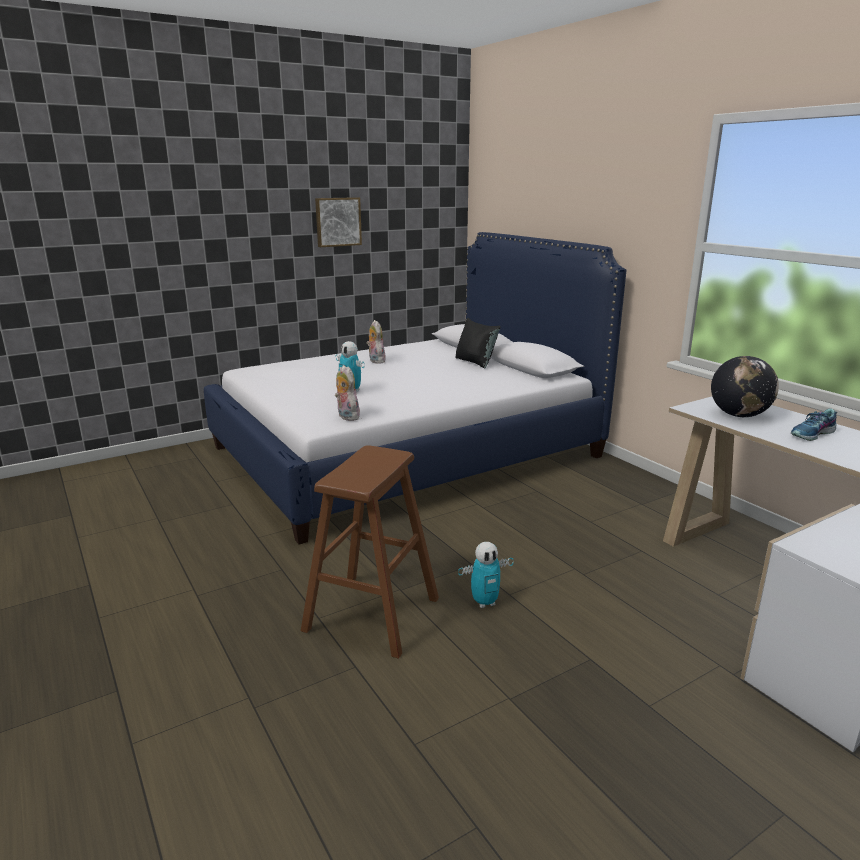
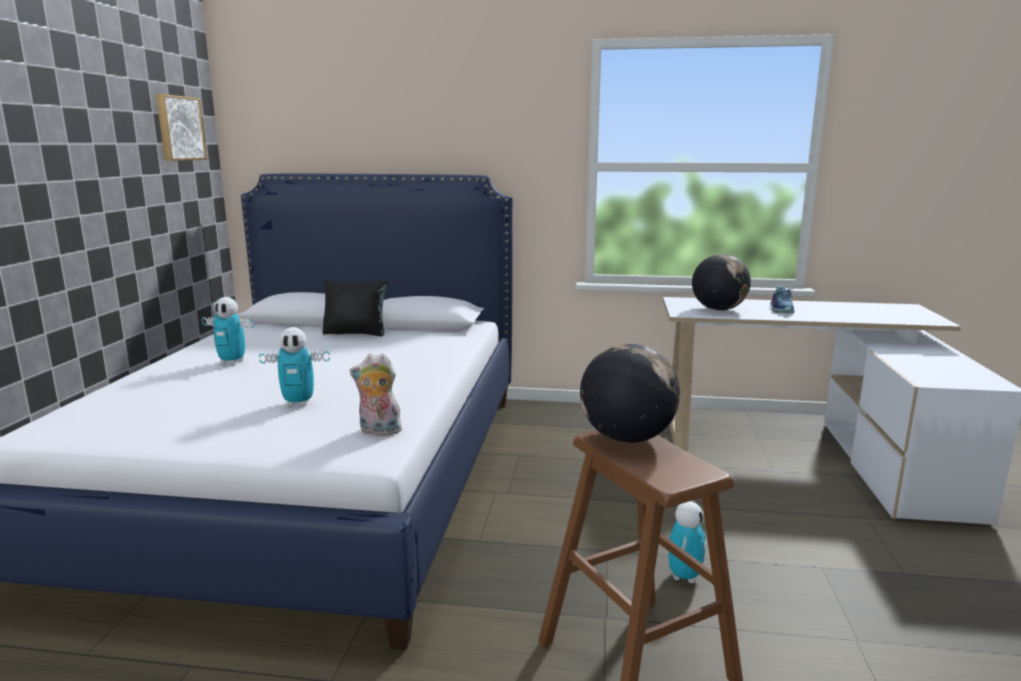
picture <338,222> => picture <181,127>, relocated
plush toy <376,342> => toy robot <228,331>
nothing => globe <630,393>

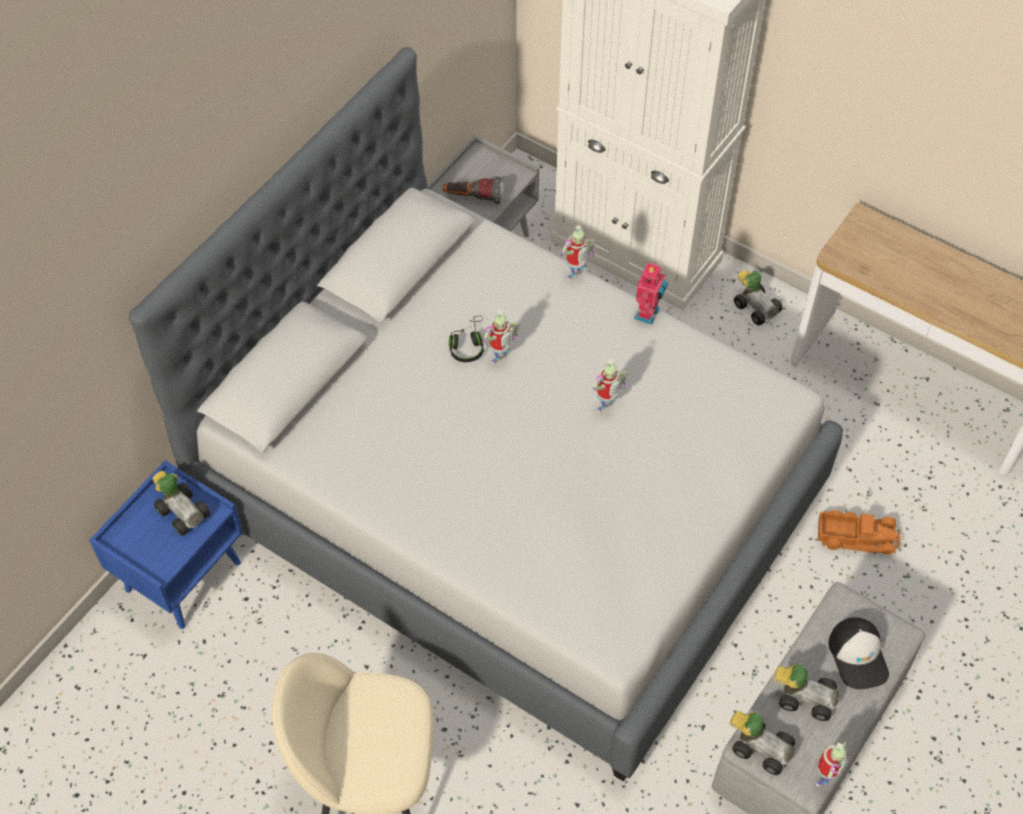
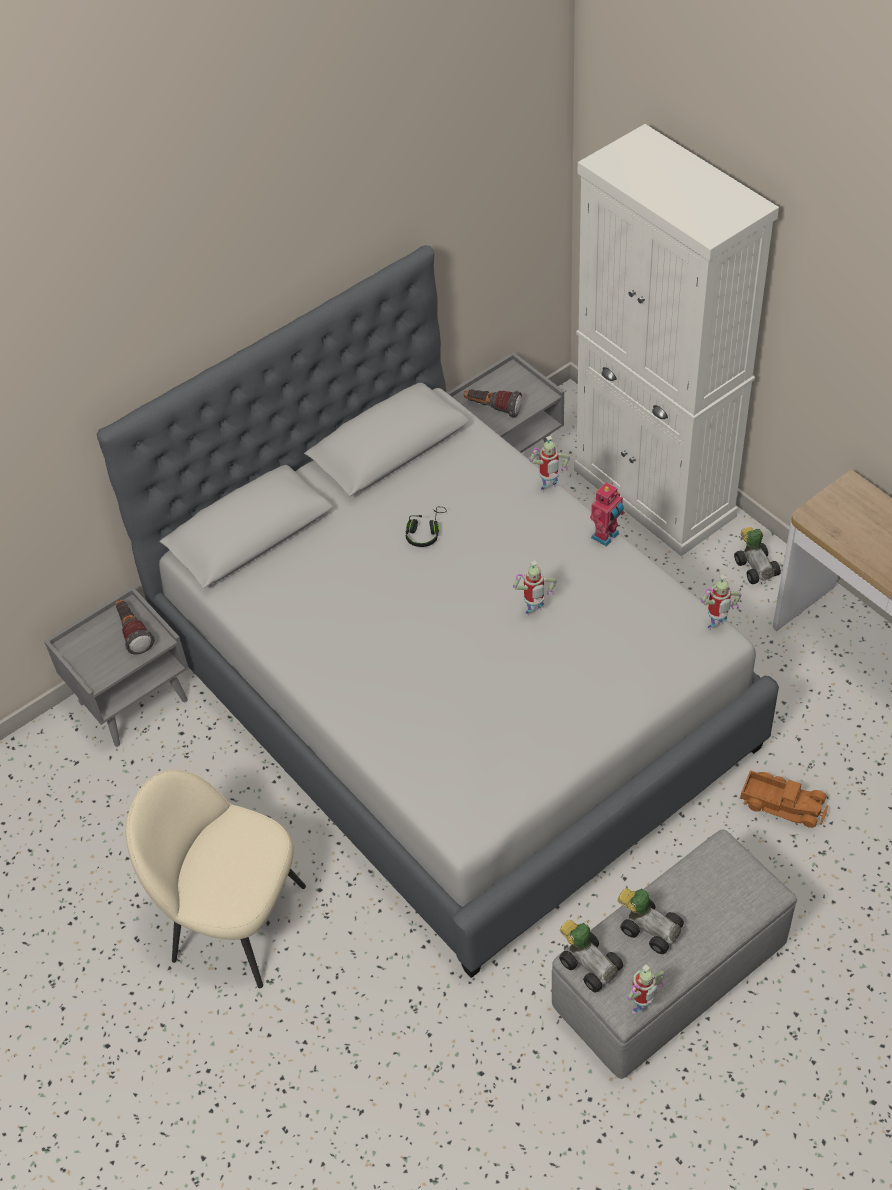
nightstand (blue) <166,544> => nightstand (grey) <116,666>
toy car <181,503> => flashlight <135,627>
toy robot <501,337> => toy robot <721,602>, relocated
cap <859,653> => nothing

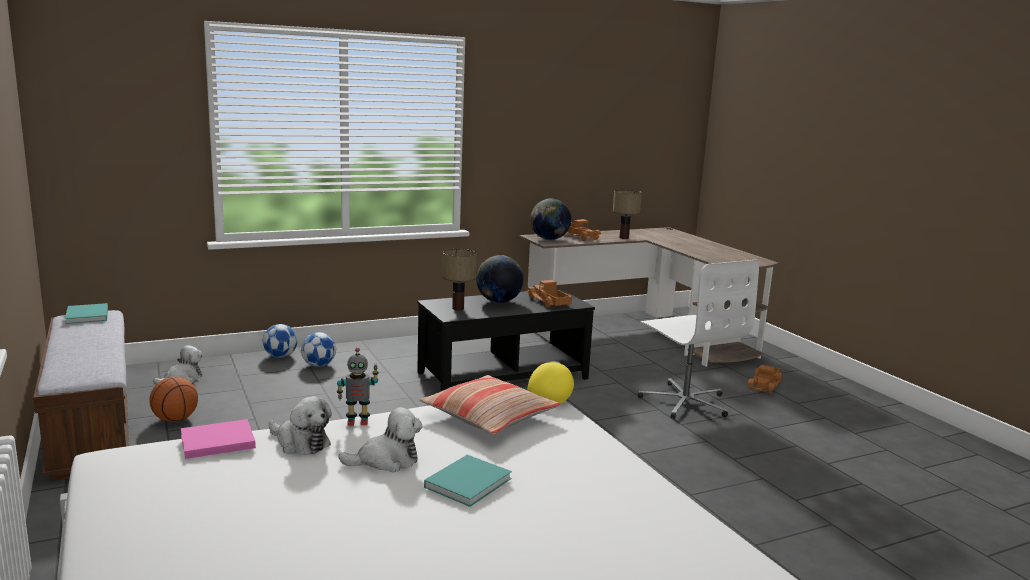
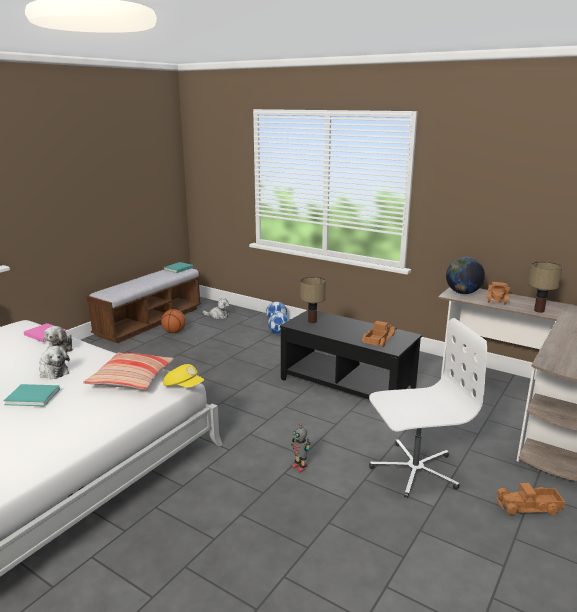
toy robot <358,386> => toy robot <301,447>, relocated
globe <500,279> => nothing
cap (yellow) <550,382> => cap (yellow) <183,376>, 45 degrees clockwise
office chair (white) <698,339> => office chair (white) <428,408>, 135 degrees counterclockwise

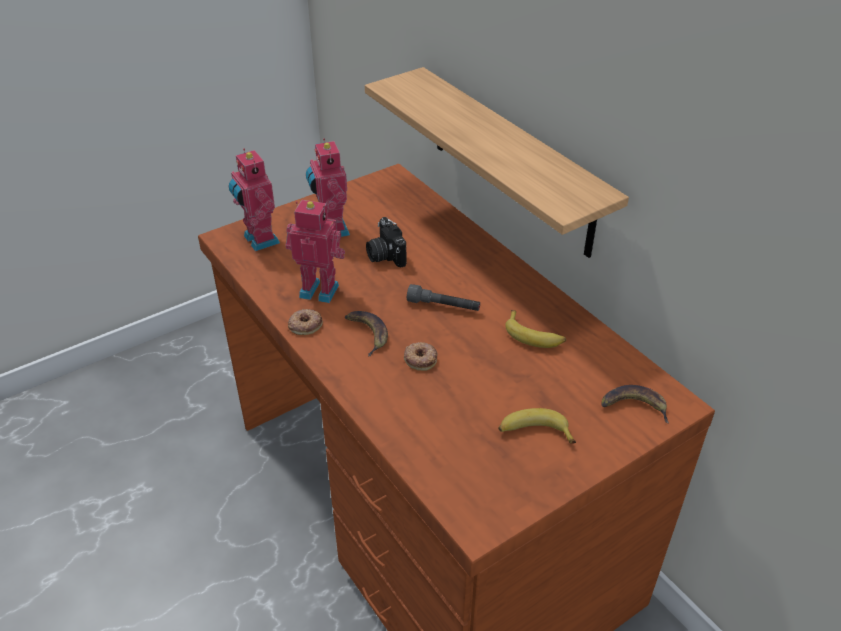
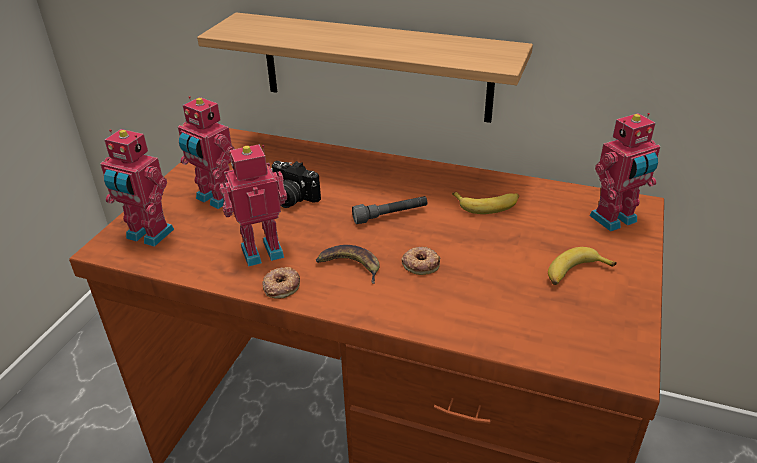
banana <635,404> => toy robot <624,172>

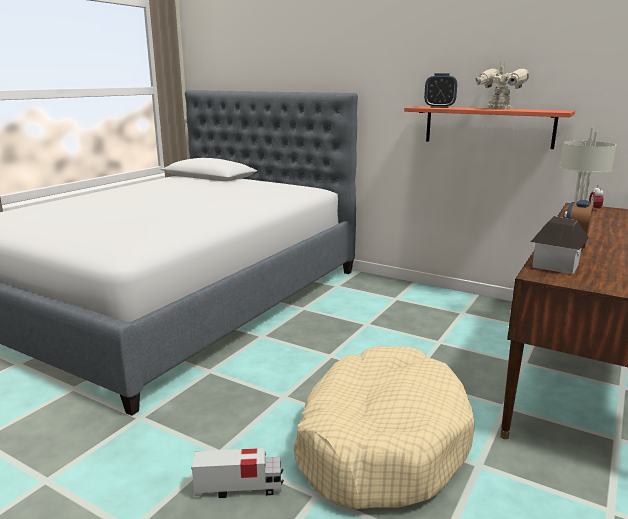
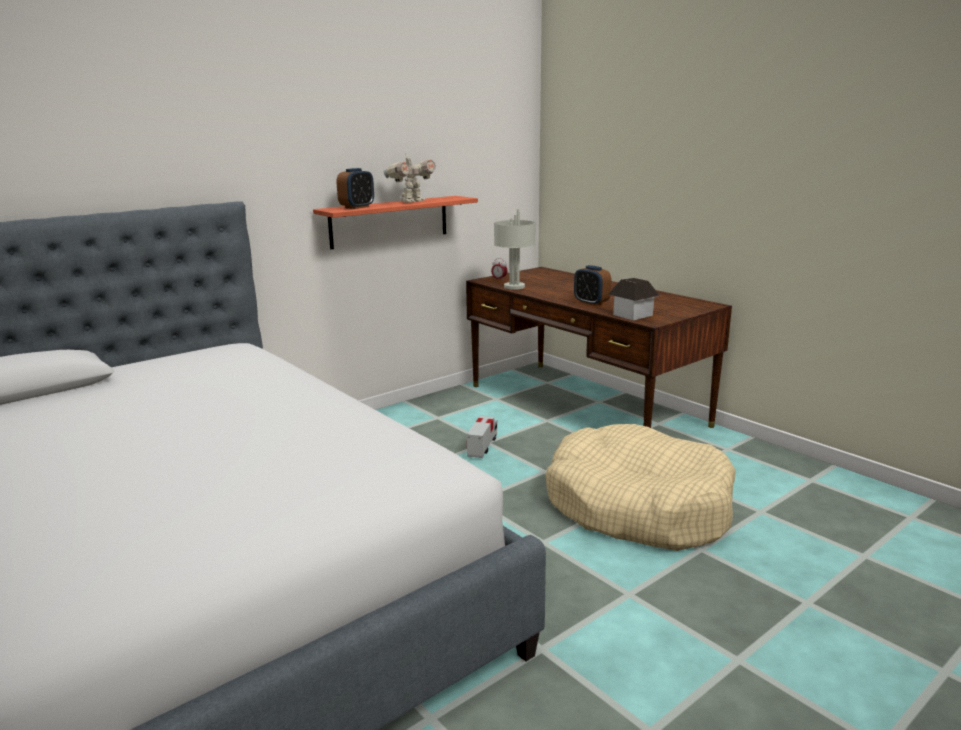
toy truck <237,473> => toy truck <482,437>, relocated
toy robot <502,85> => toy robot <409,178>, 150 degrees clockwise

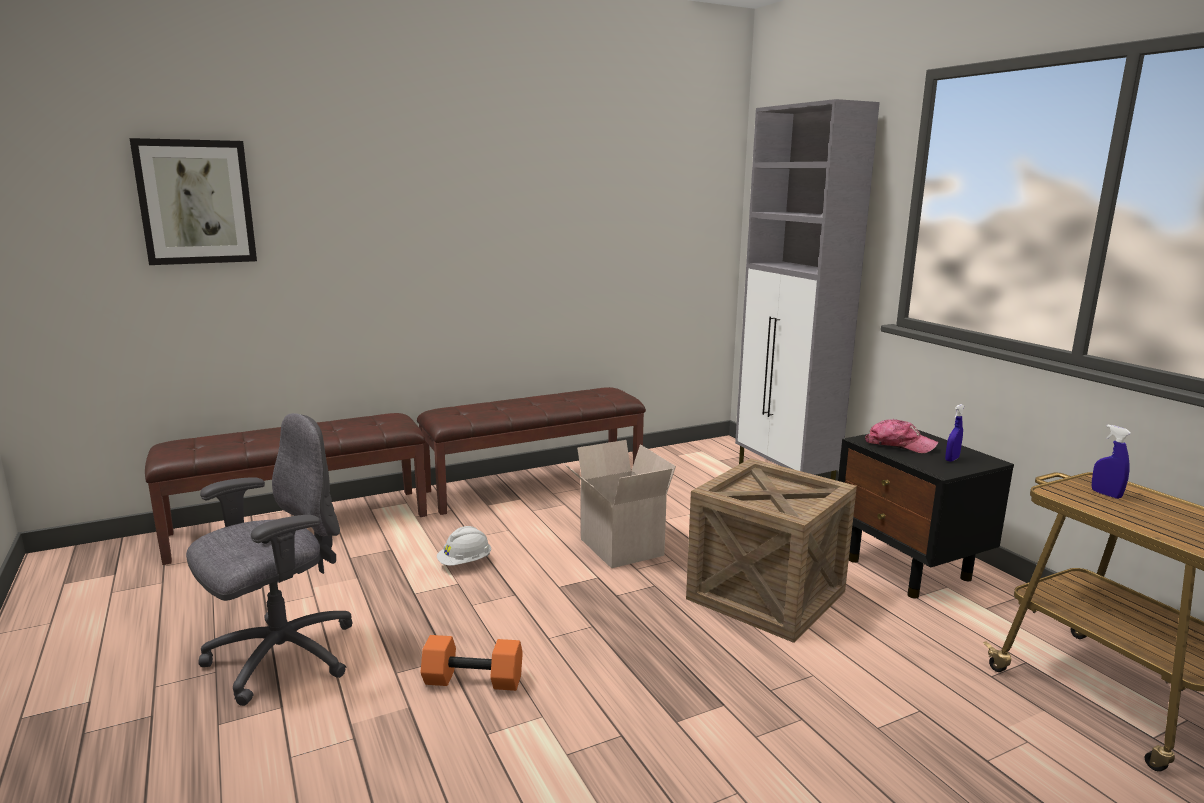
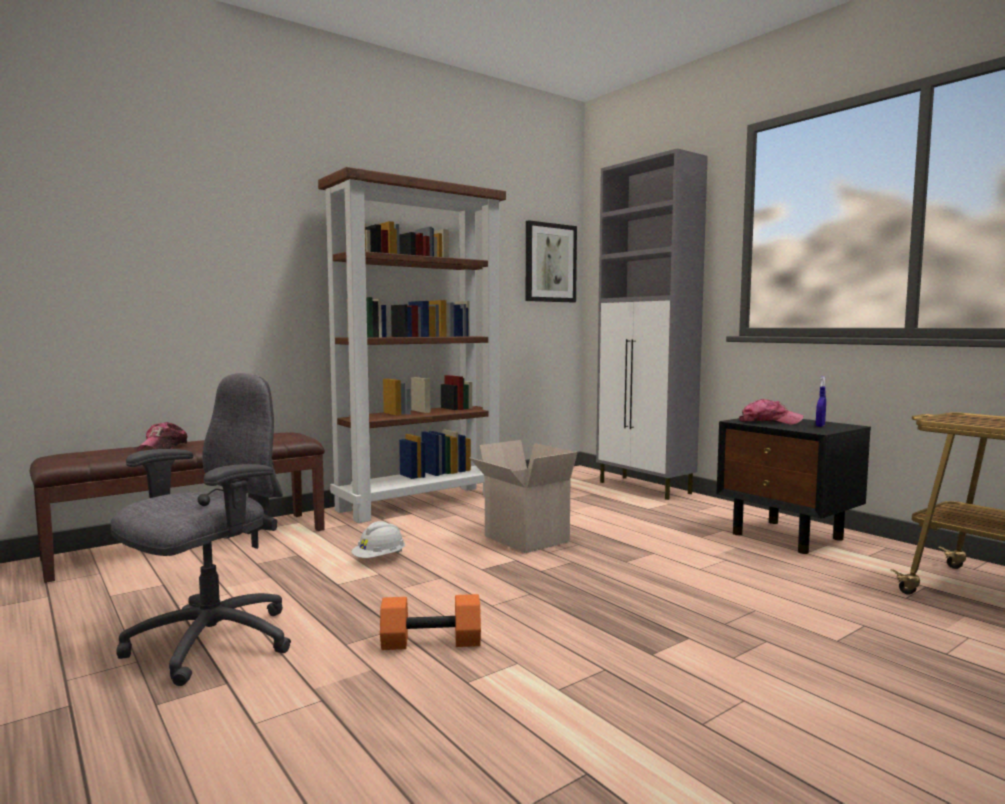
picture <193,201> => picture <551,261>, relocated
bench (brown) <531,451> => bookcase (brown) <412,345>
crate <771,550> => nothing
spray bottle (blue) <1111,462> => nothing
nothing => cap <162,436>

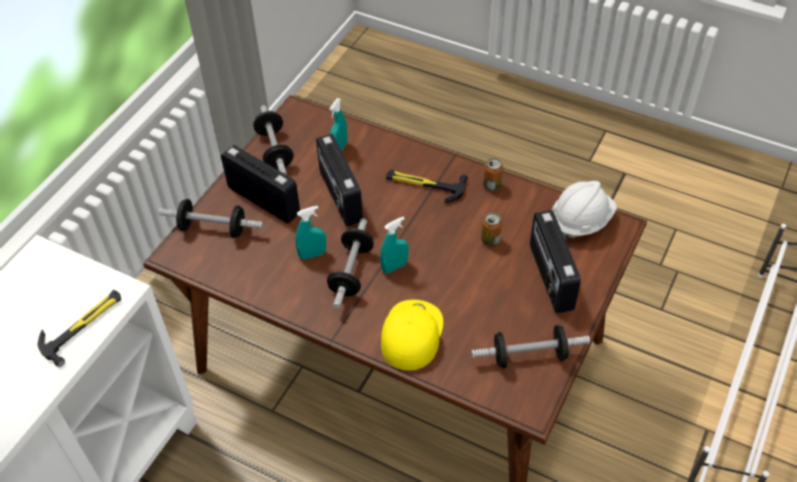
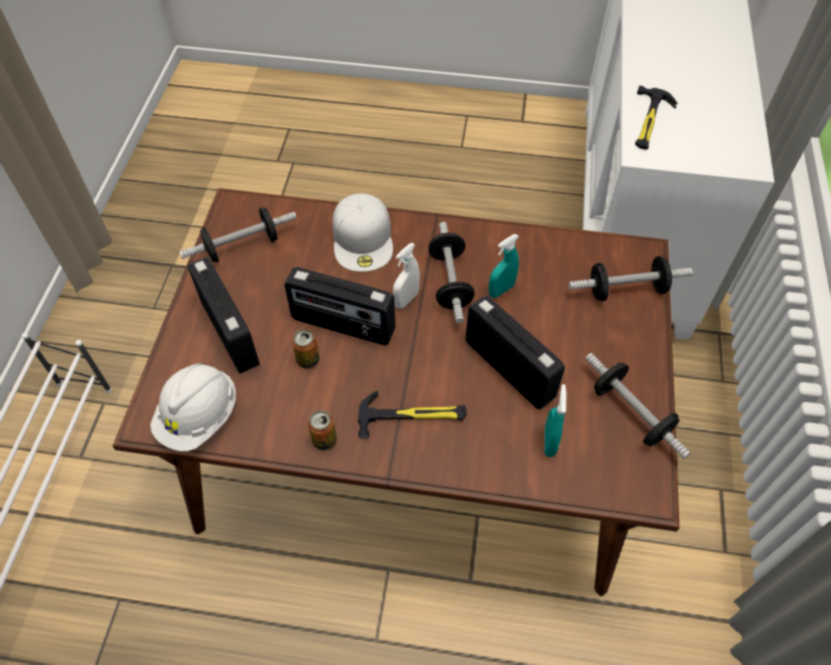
radio <260,184> => radio <339,306>, relocated
spray bottle (turquoise) <394,245> => spray bottle (white) <406,276>
cap (yellow) <412,335> => cap (white) <363,232>

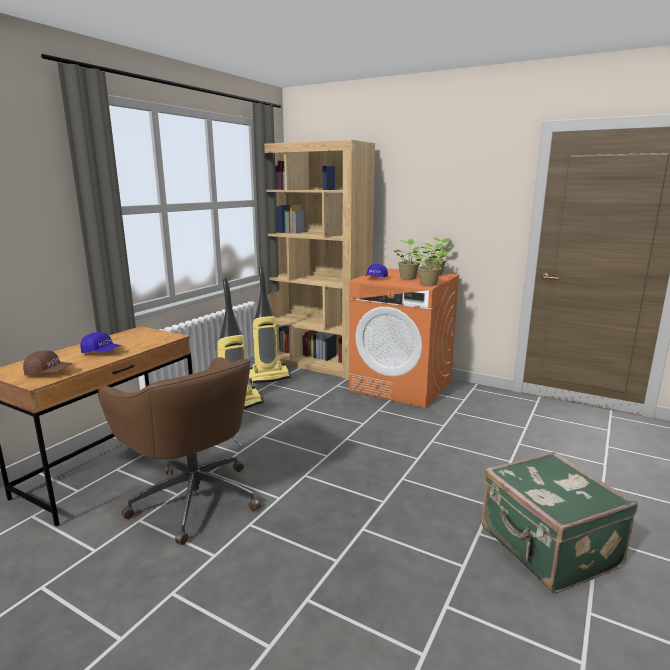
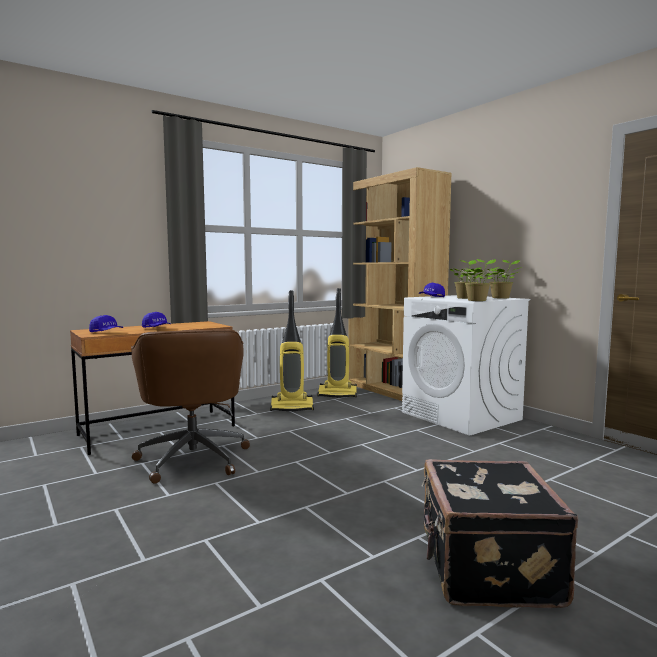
cap (brown) <48,362> => cap (blue) <106,323>
washing machine (orange) <404,338> => washing machine (white) <466,365>
suitcase (green) <559,522> => suitcase (black) <500,533>

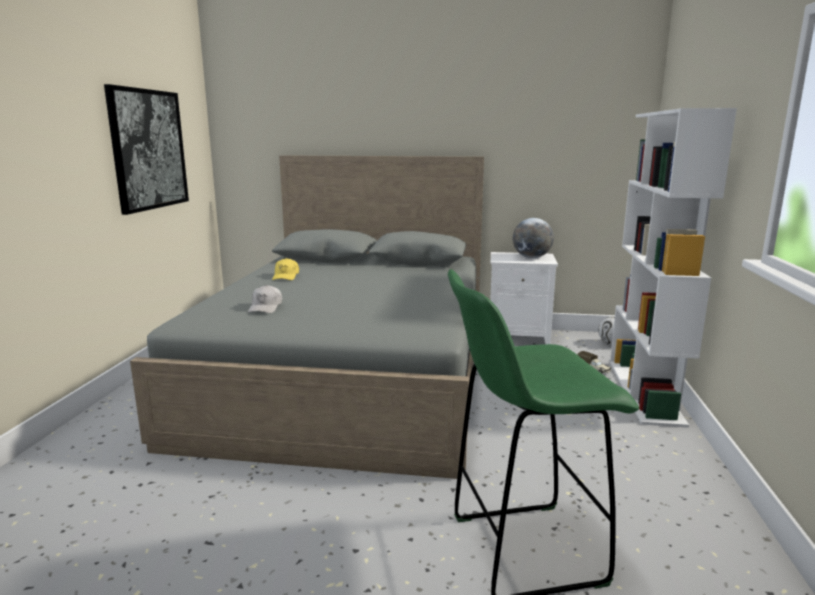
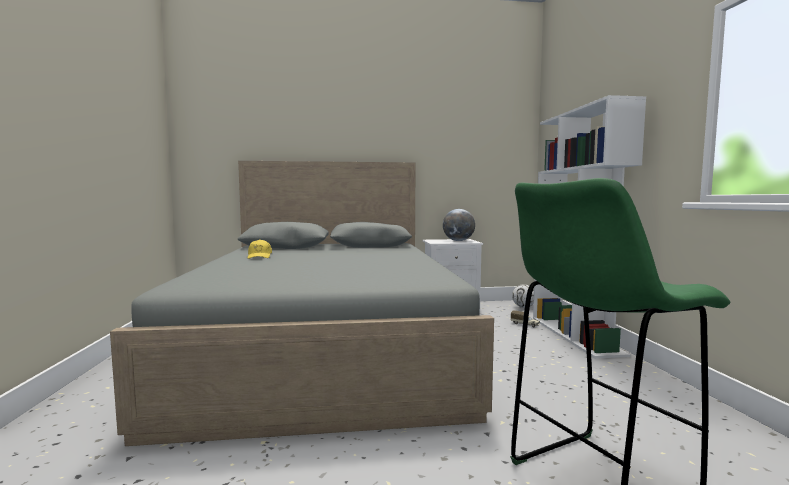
picture <146,149> => nothing
cap (white) <265,299> => nothing

